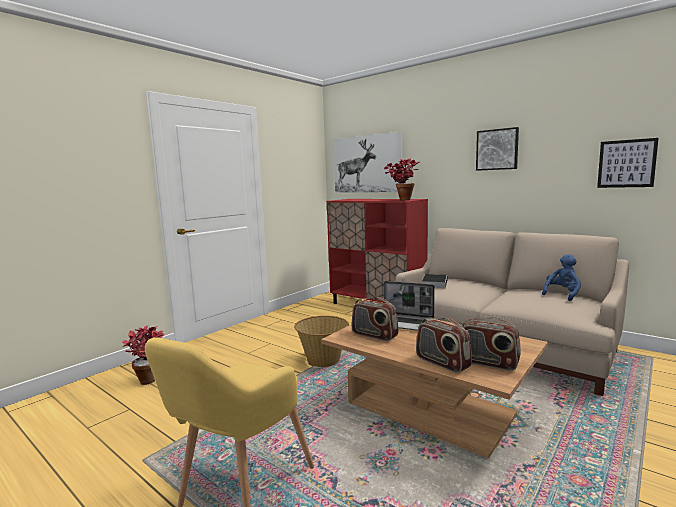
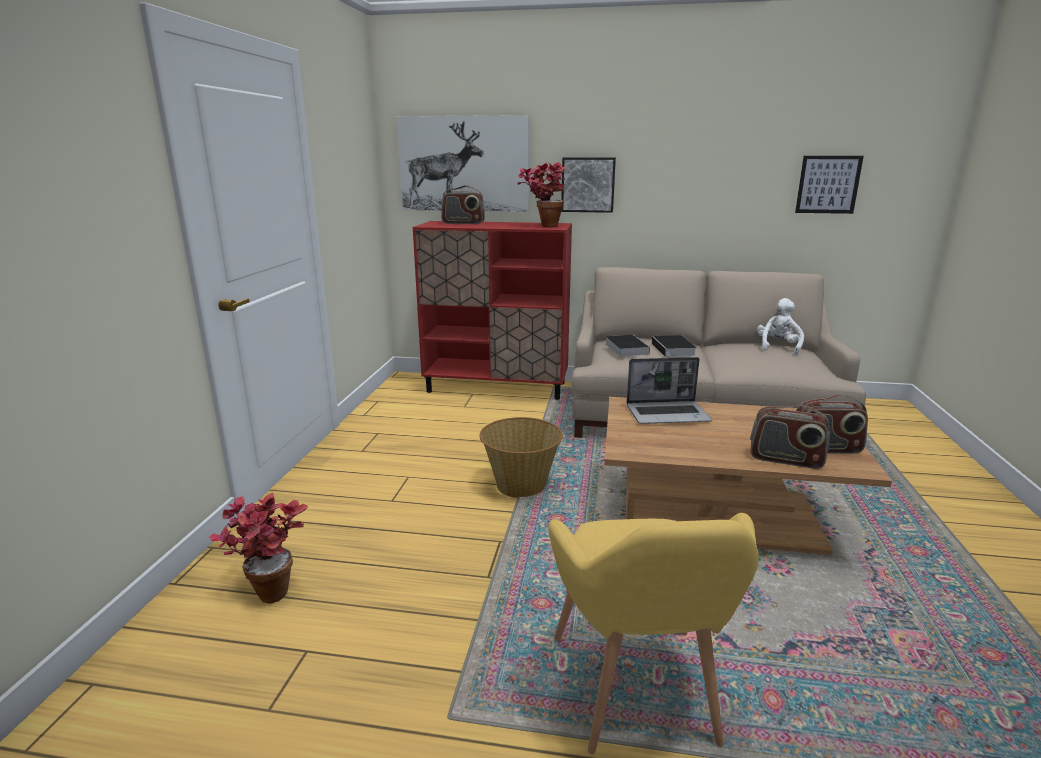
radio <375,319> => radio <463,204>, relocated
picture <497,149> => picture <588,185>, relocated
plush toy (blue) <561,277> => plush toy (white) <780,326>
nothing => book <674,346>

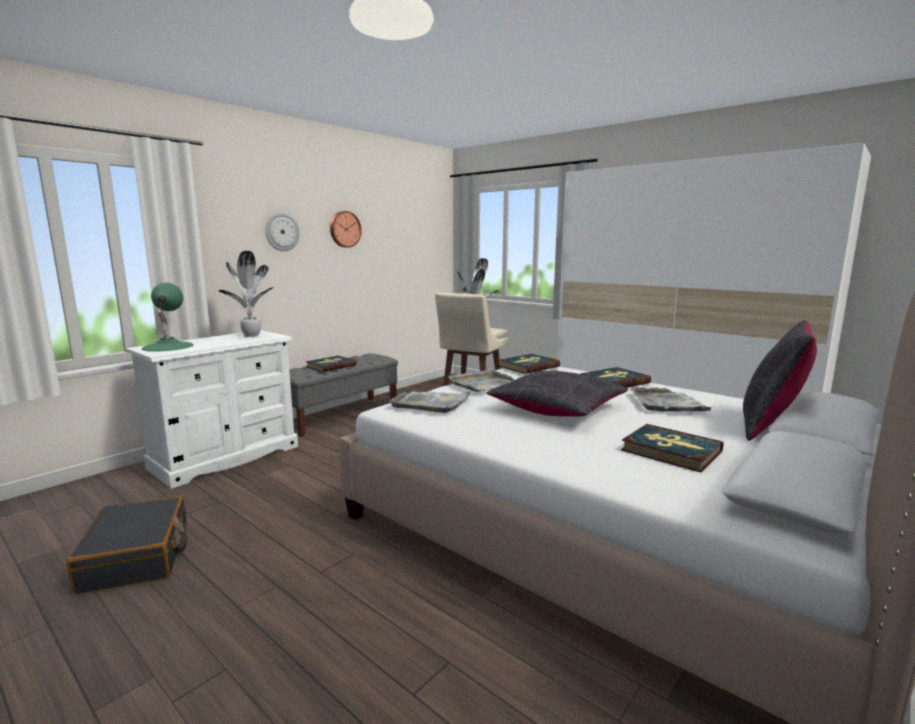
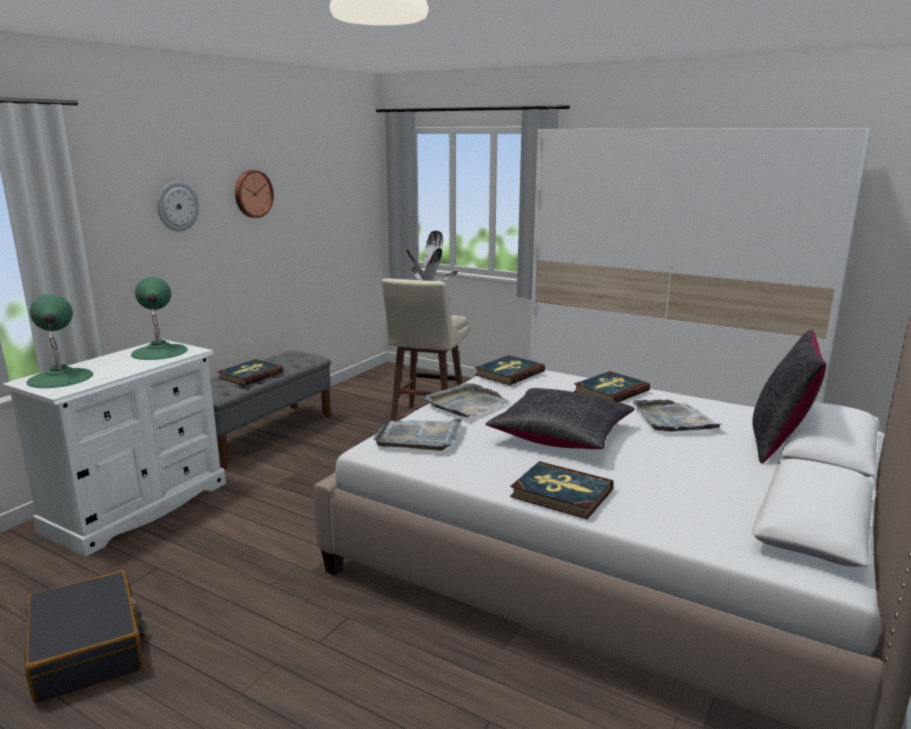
potted plant <246,294> => table lamp (green) <159,318>
book <672,448> => book <562,490>, relocated

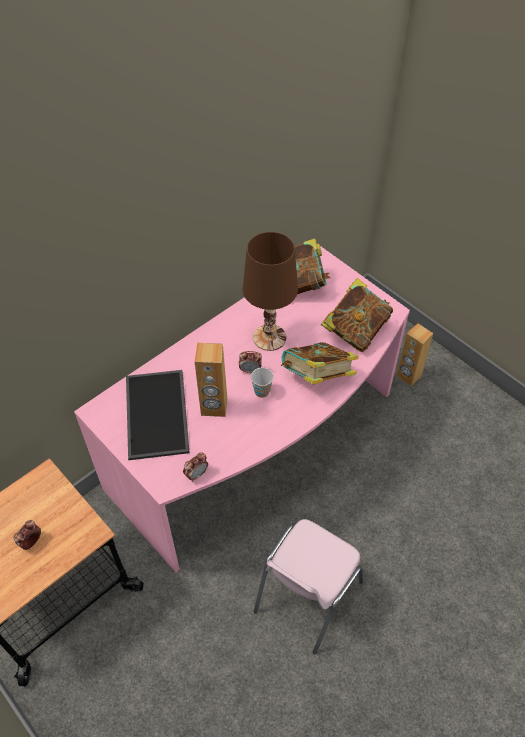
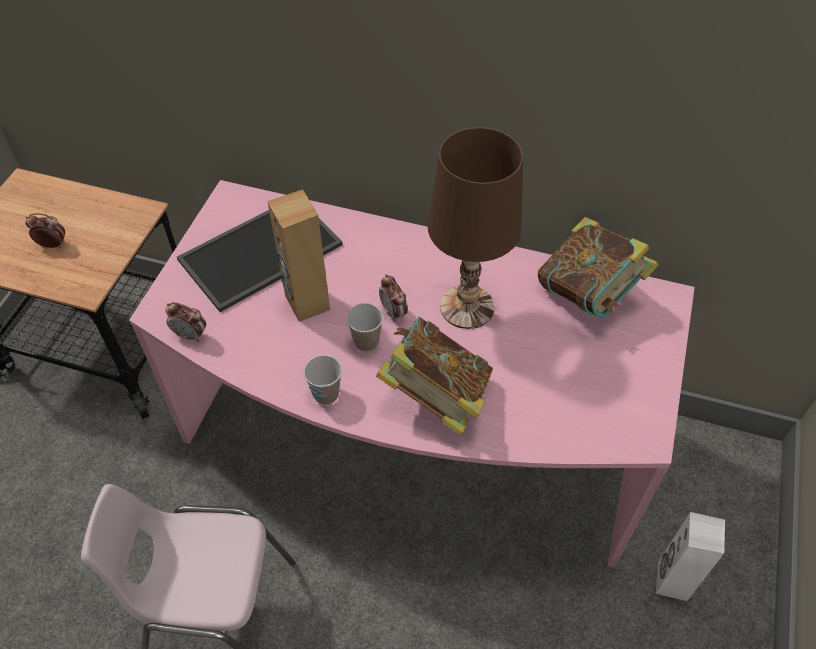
book <357,315> => nothing
speaker (brown) <414,354> => speaker (white) <690,556>
nothing => cup <322,380>

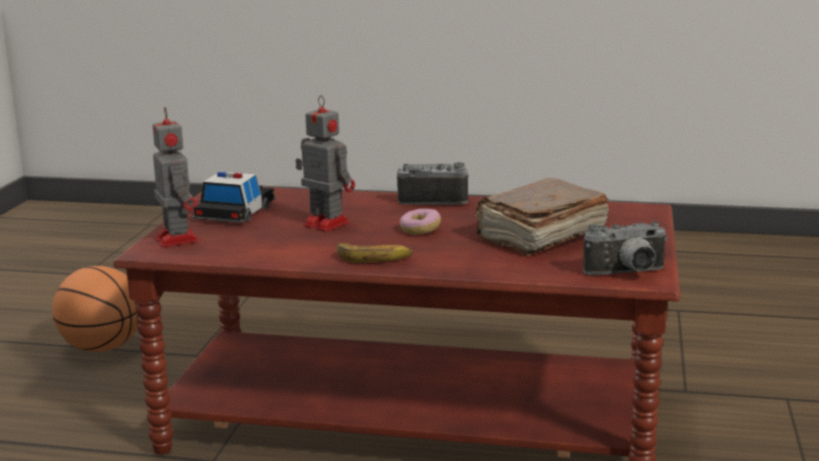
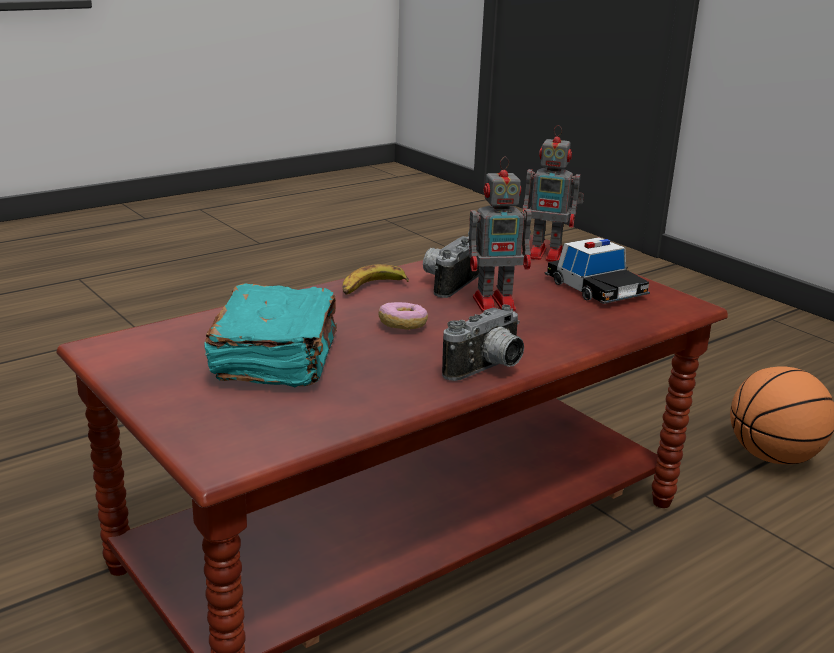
book (brown) <542,217> => book (turquoise) <270,335>
photo camera <625,248> => photo camera <451,265>, relocated

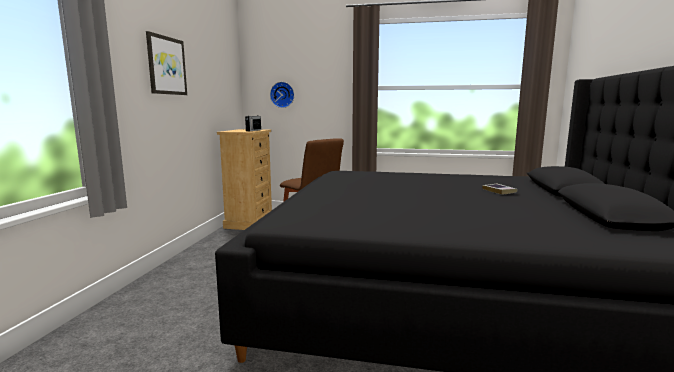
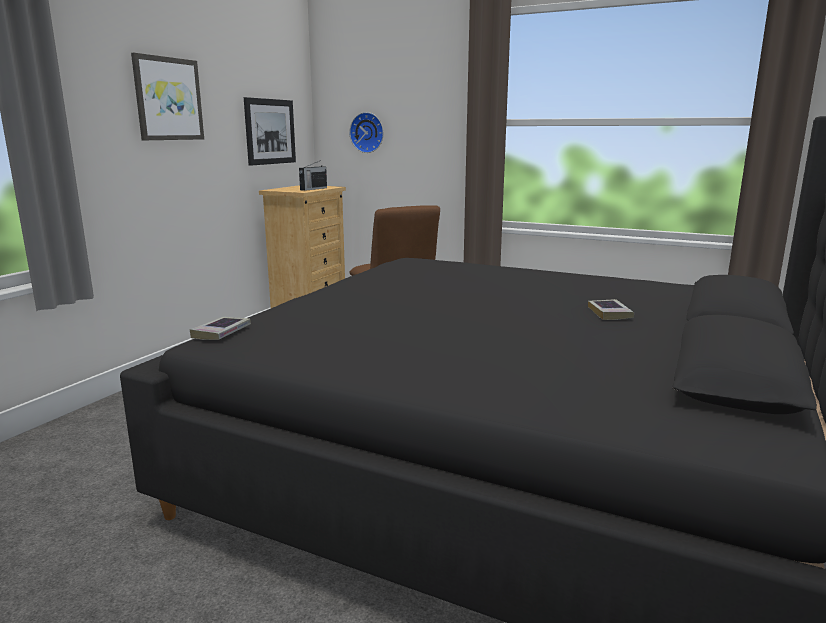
nothing => book <220,328>
nothing => picture <270,131>

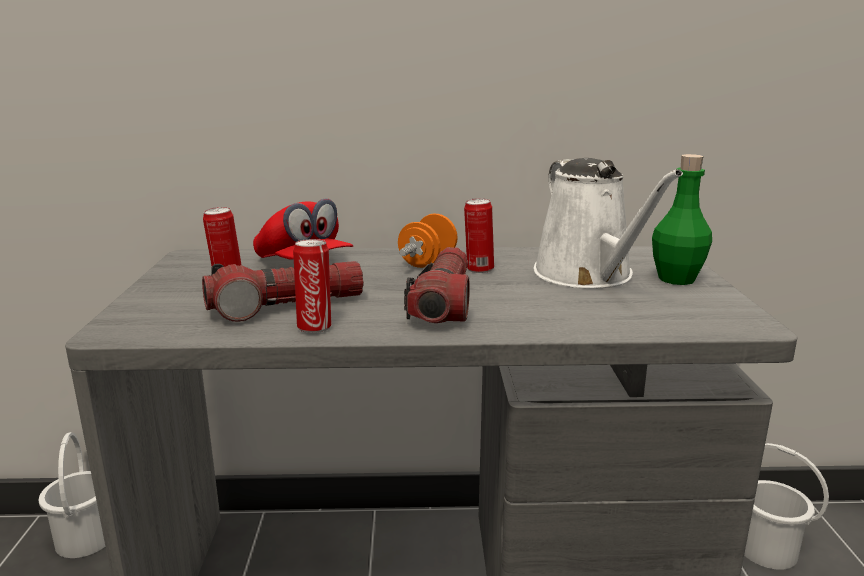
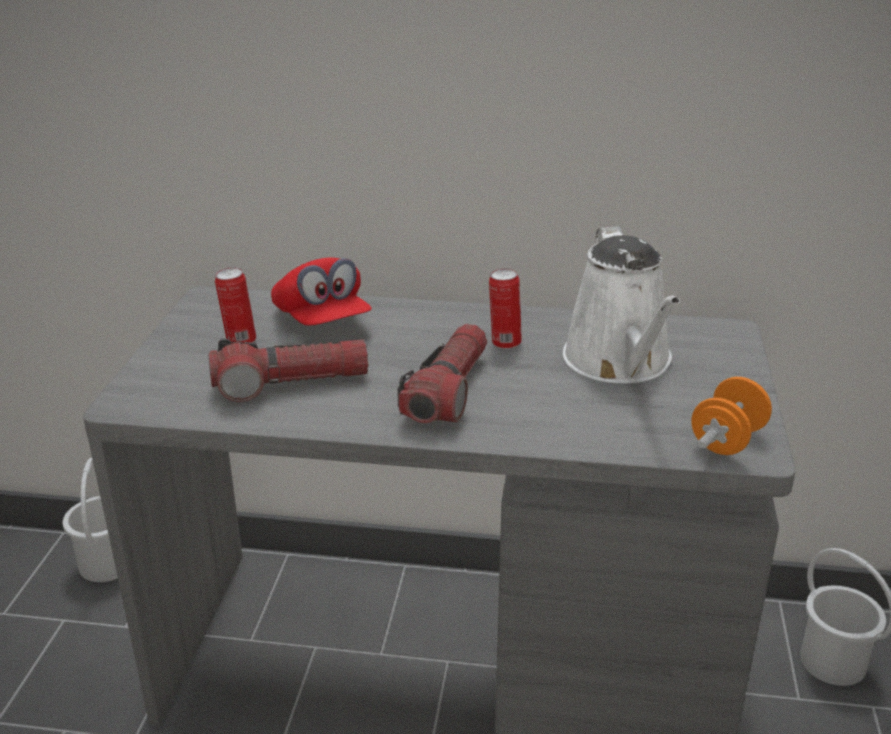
can <312,286> => nothing
dumbbell (orange) <428,241> => dumbbell (orange) <731,416>, relocated
bottle (green) <682,219> => nothing

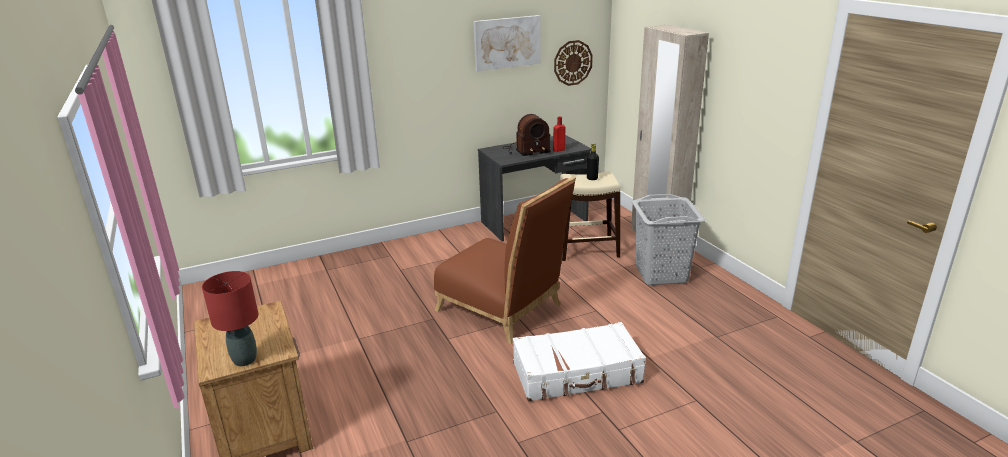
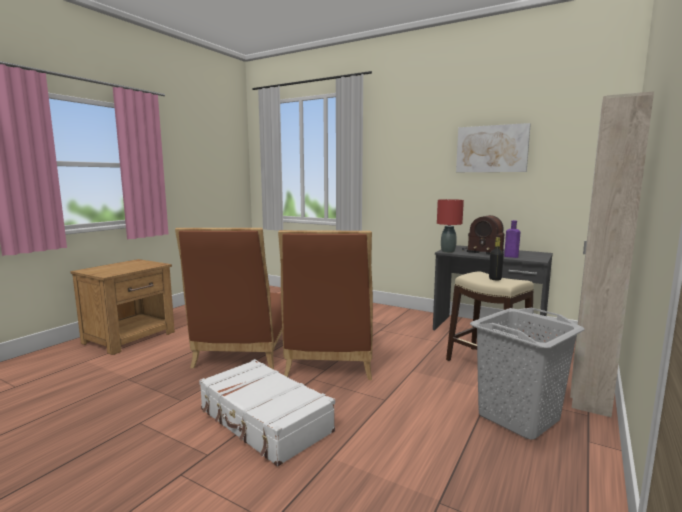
table lamp (red) <230,318> => table lamp (red) <450,226>, relocated
bottle (red) <559,134> => bottle (purple) <512,239>
wall clock <573,63> => nothing
nothing => chair (brown) <228,299>

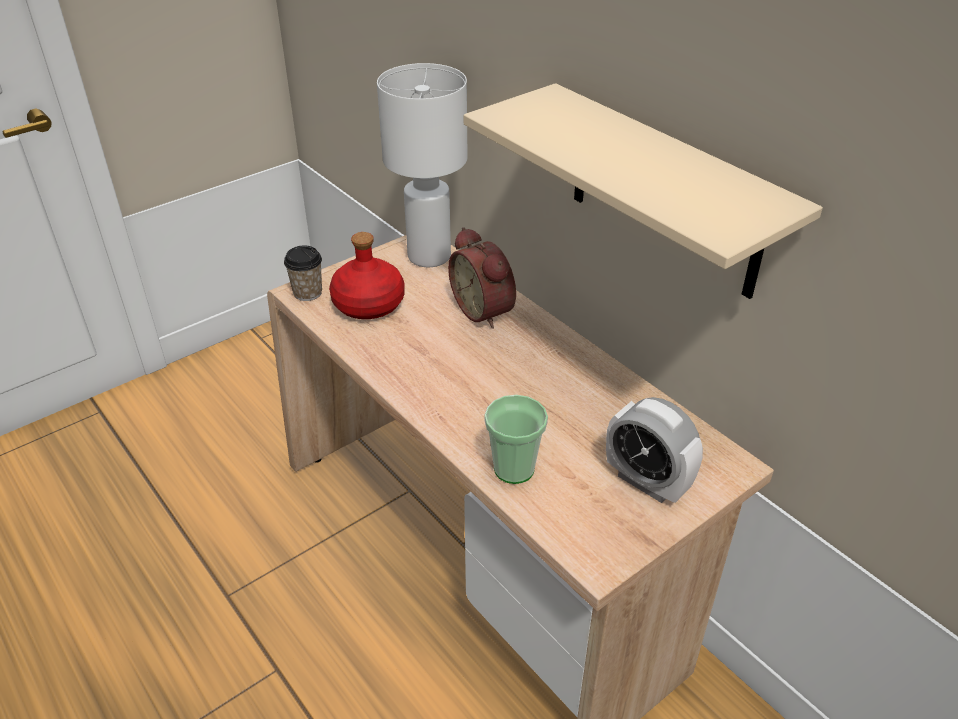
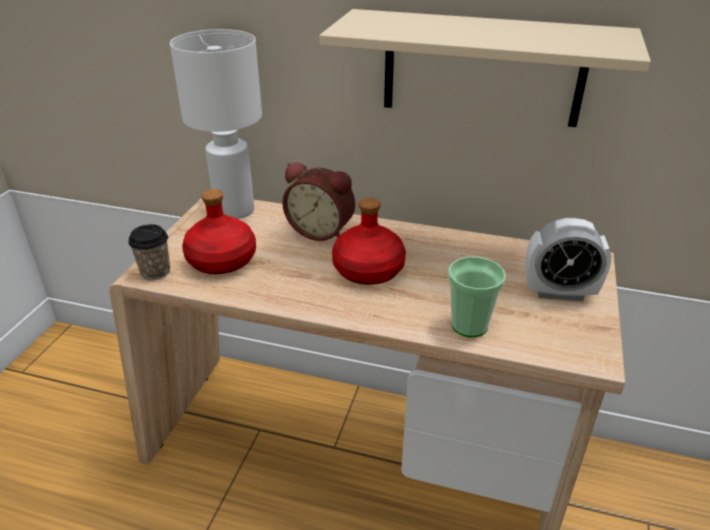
nothing => bottle (red) <369,241>

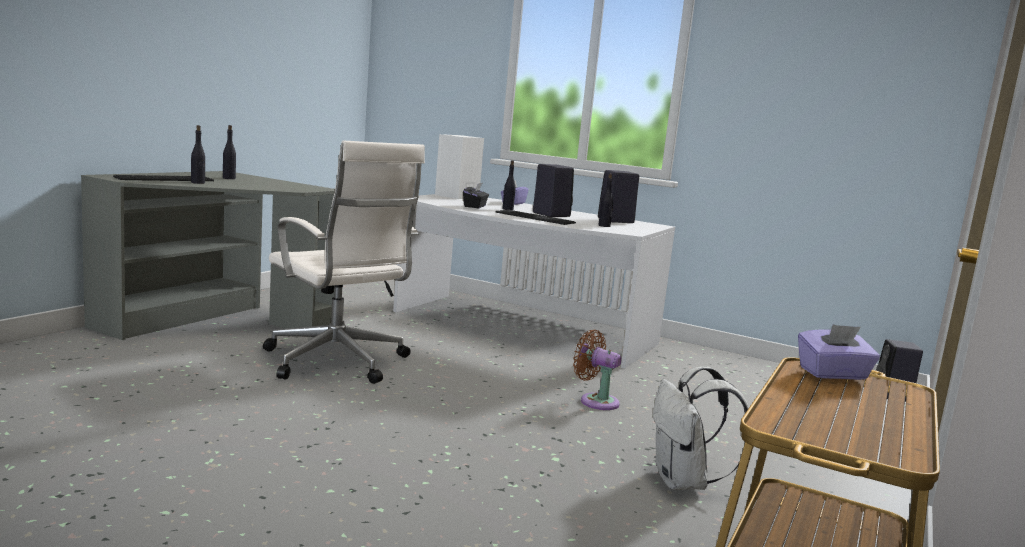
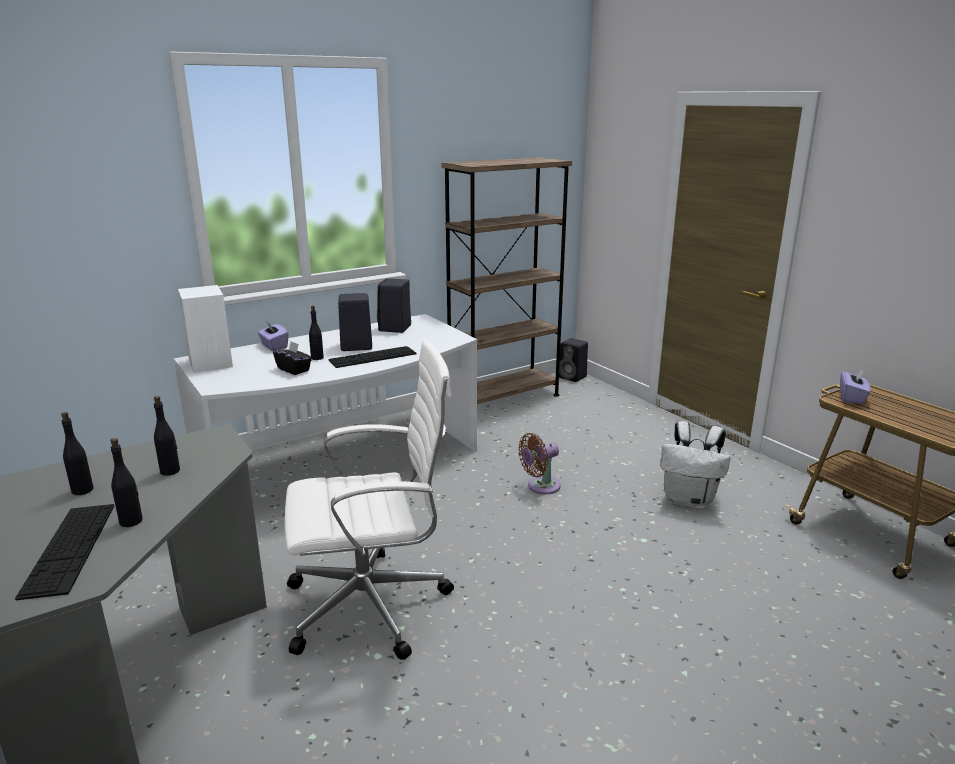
bottle (black) <605,200> => bottle (black) <167,436>, relocated
nothing => bookcase (brown) <506,280>

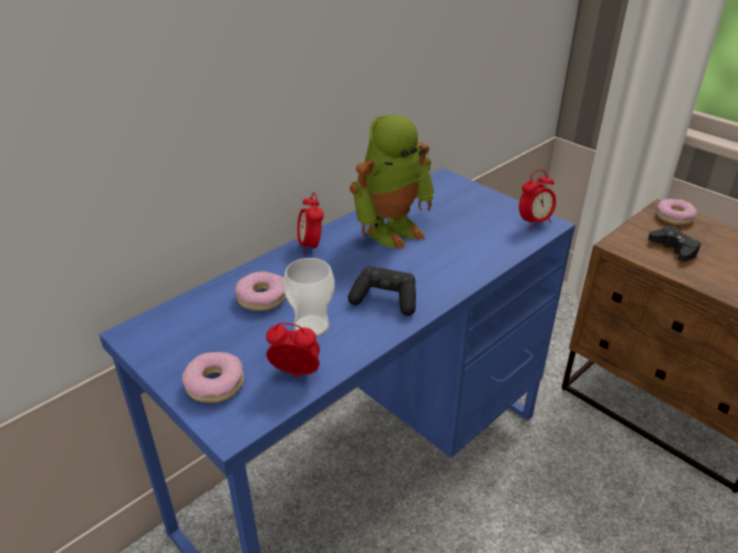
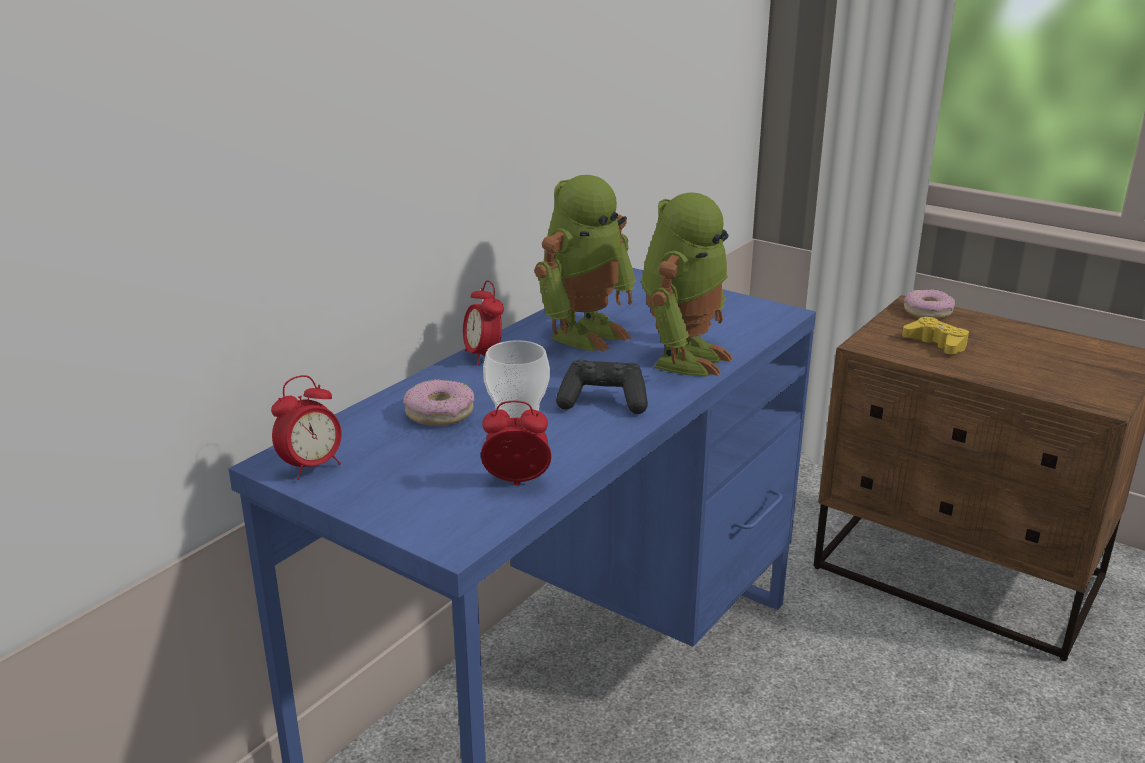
donut <213,377> => nothing
alarm clock <537,199> => alarm clock <306,427>, relocated
game controller (black) <674,244> => game controller (yellow) <935,336>
nothing => toy robot <687,284>

